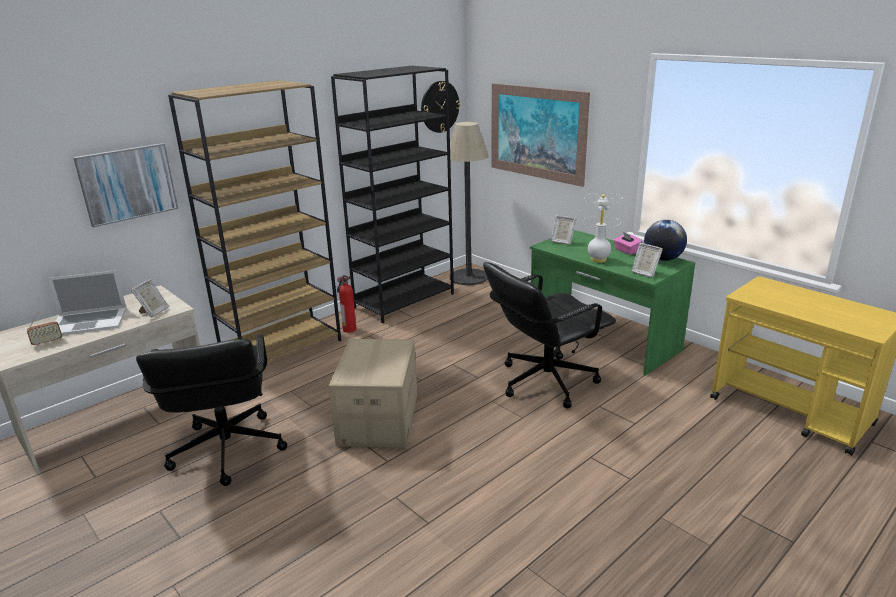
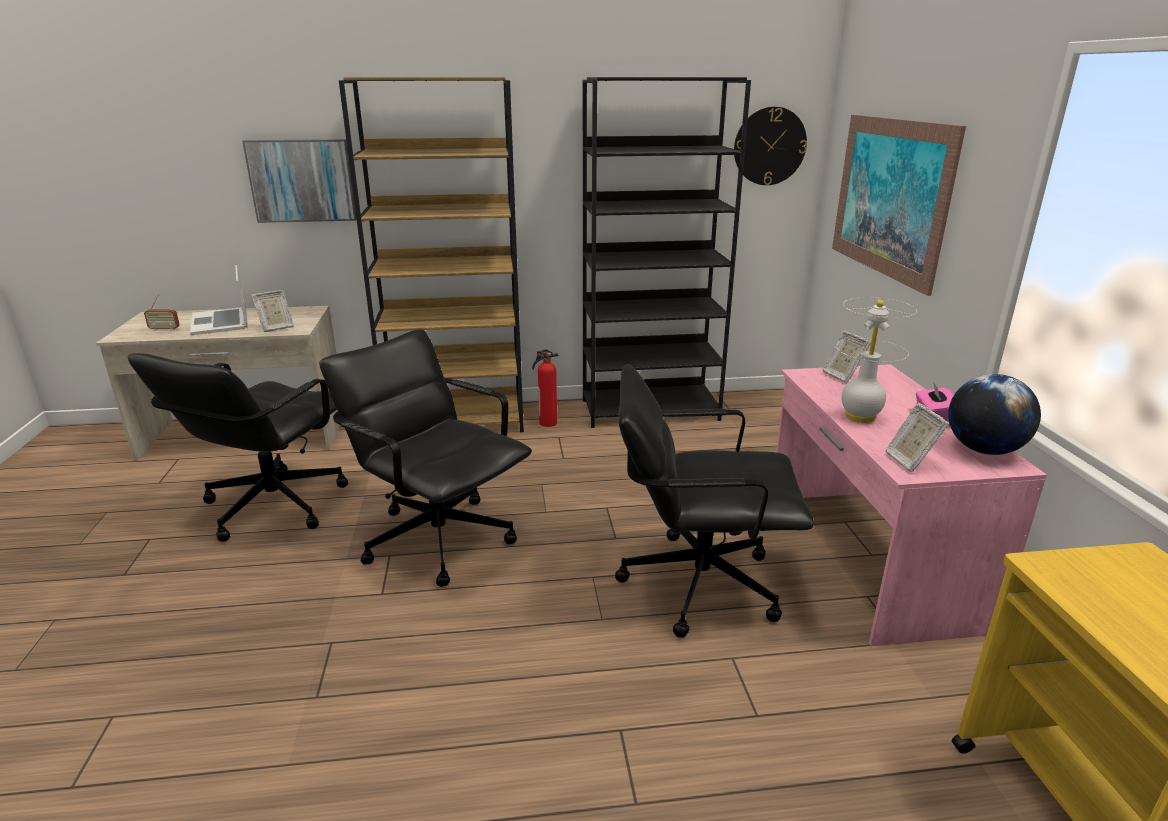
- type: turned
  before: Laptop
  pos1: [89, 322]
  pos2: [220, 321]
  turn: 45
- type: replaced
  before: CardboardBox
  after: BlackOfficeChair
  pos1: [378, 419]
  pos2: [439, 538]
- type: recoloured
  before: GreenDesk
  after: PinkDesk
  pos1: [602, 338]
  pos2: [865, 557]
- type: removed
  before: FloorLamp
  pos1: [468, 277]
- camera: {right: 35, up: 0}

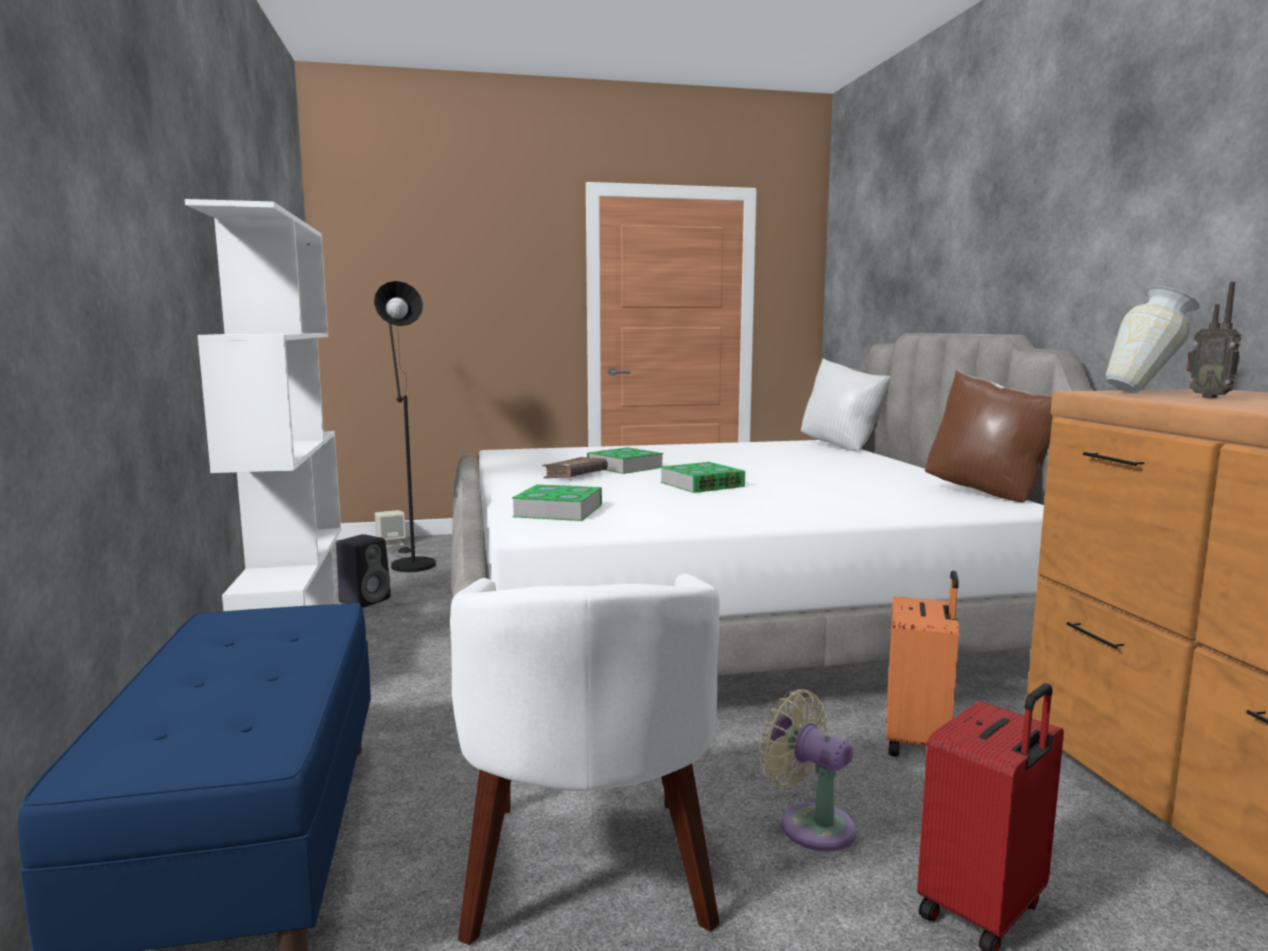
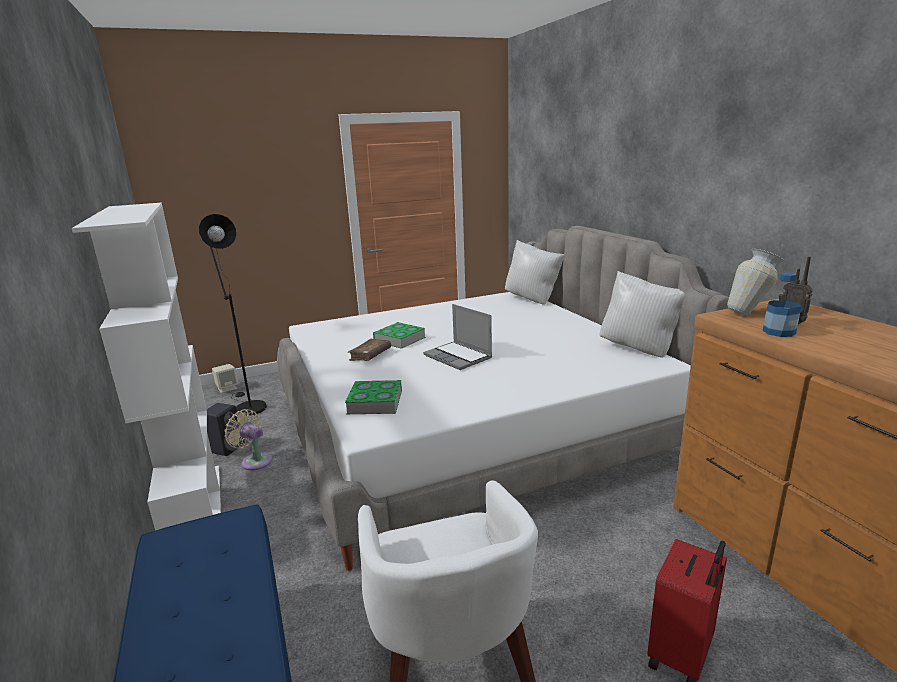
- type: moved
  before: BeigeFan
  pos1: [810, 824]
  pos2: [254, 461]
- type: replaced
  before: Book
  after: Laptop
  pos1: [702, 484]
  pos2: [459, 357]
- type: recoloured
  before: BrownPillow
  after: WhitePillow
  pos1: [989, 494]
  pos2: [639, 349]
- type: added
  after: Bottle
  pos2: [779, 332]
- type: removed
  before: OrangeSuitcase
  pos1: [918, 741]
- camera: {right: -10, up: 10}

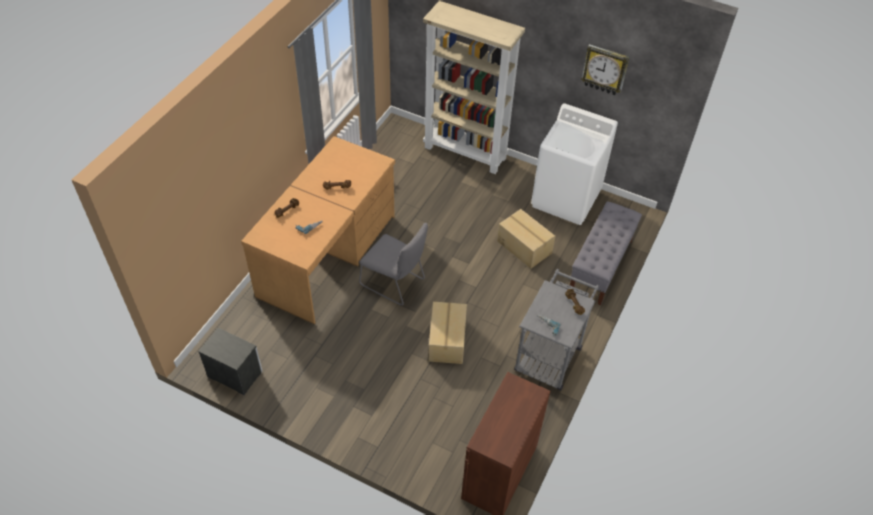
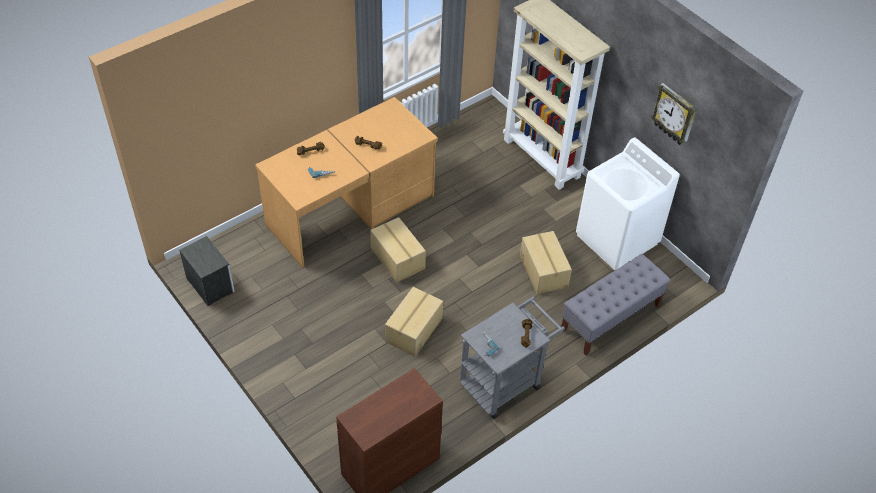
- type: replaced
  before: GreyChair
  after: CardboardBox
  pos1: [395, 283]
  pos2: [397, 259]
- camera: {right: 25, up: 0}

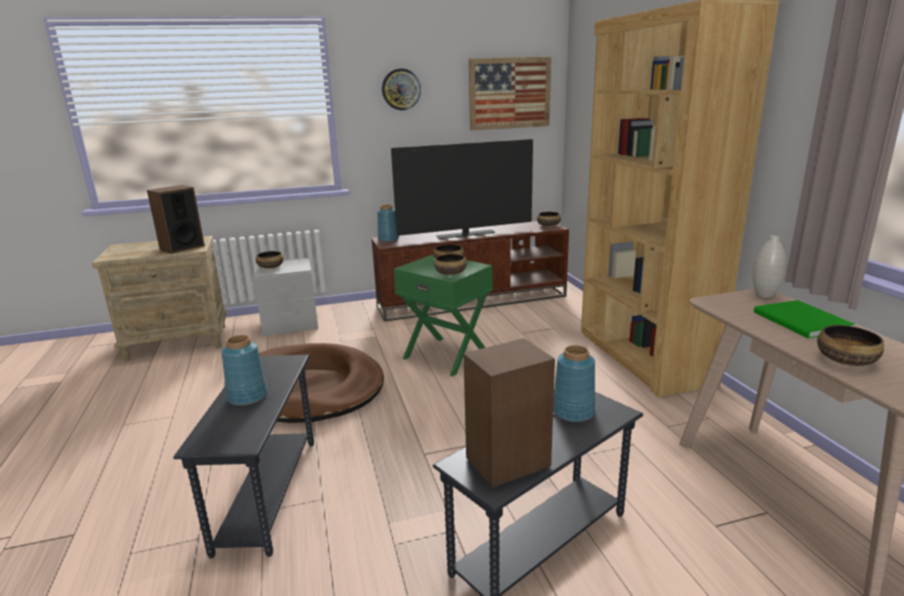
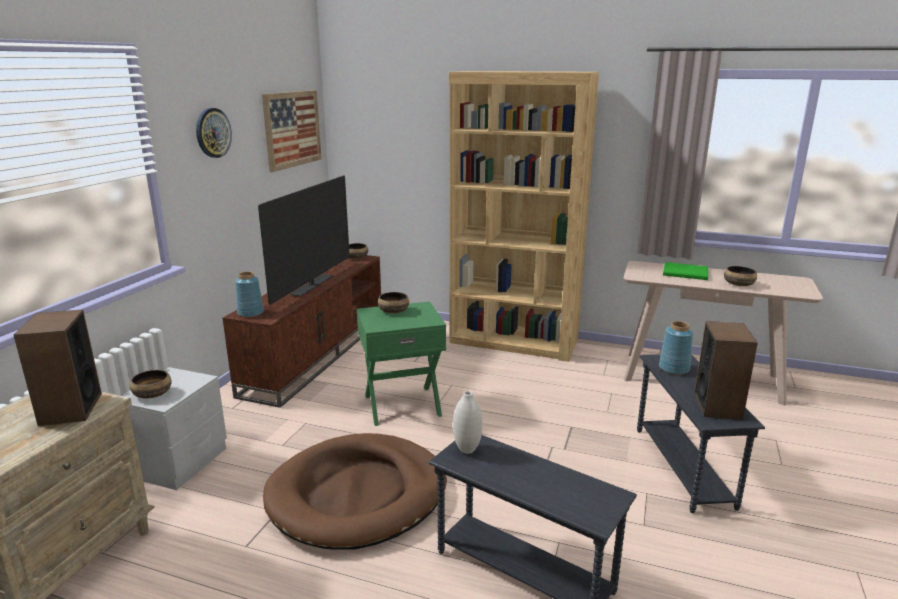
- type: moved
  before: WhiteVase
  pos1: [764, 295]
  pos2: [467, 449]
- type: removed
  before: BlueVase
  pos1: [248, 397]
- type: removed
  before: Bowl
  pos1: [451, 273]
- camera: {right: -55, up: 0}

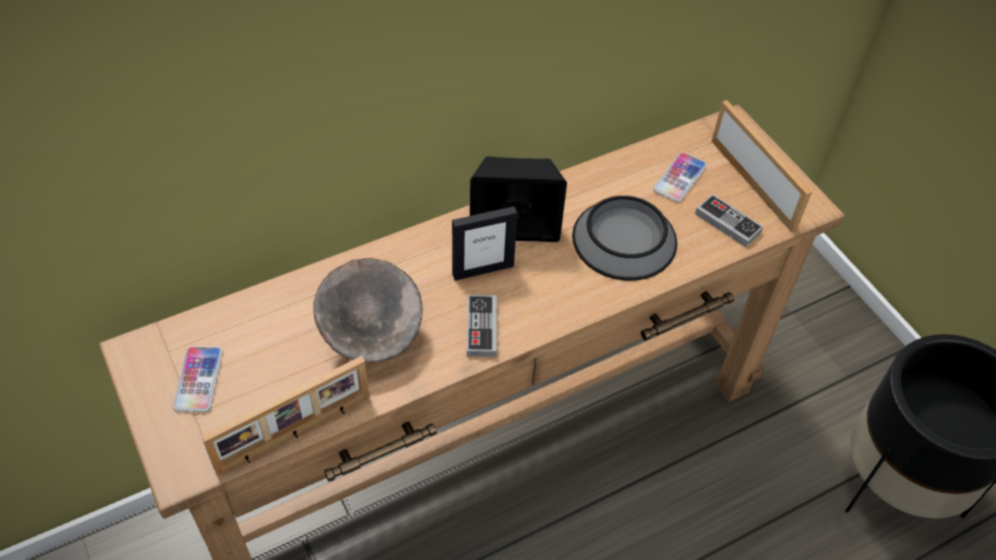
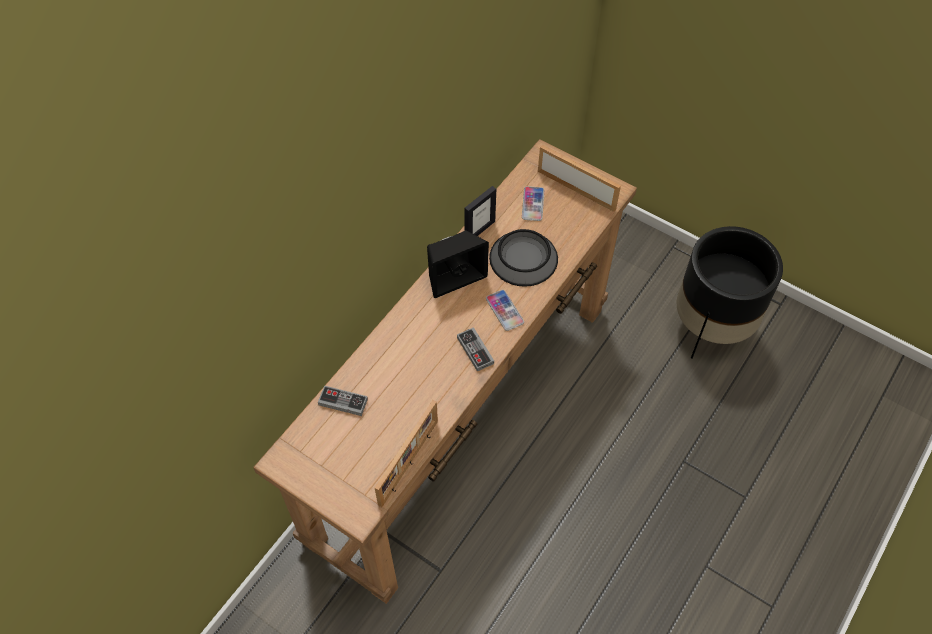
- type: moved
  before: GameController
  pos1: [727, 223]
  pos2: [343, 402]
- type: moved
  before: PictureFrame
  pos1: [482, 270]
  pos2: [479, 230]
- type: moved
  before: Phone
  pos1: [198, 380]
  pos2: [504, 310]
- type: removed
  before: GreyBowl
  pos1: [373, 338]
- camera: {right: -25, up: 5}

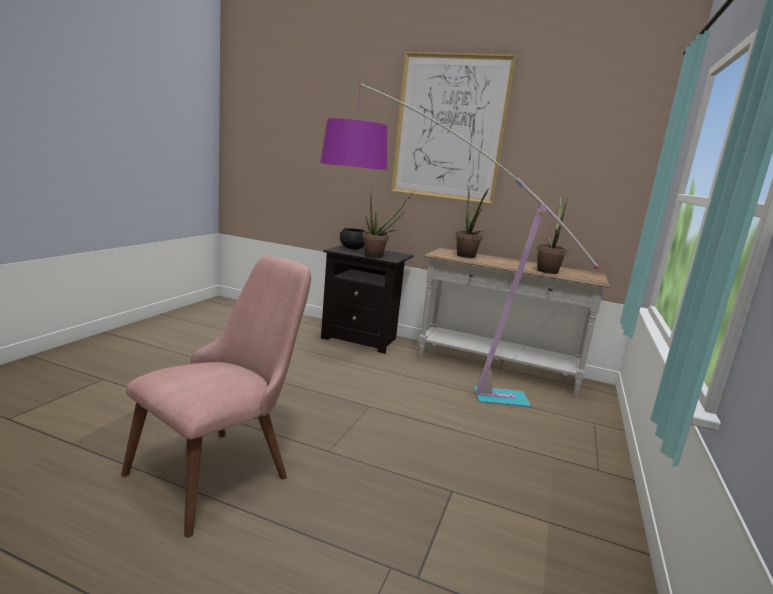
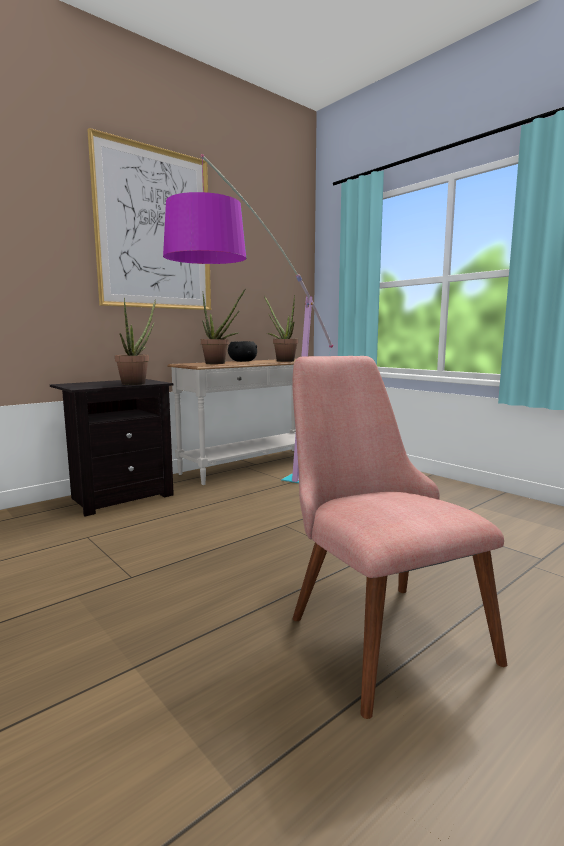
- type: moved
  before: BlackBowl
  pos1: [353, 248]
  pos2: [242, 361]
- camera: {right: -60, up: -5}

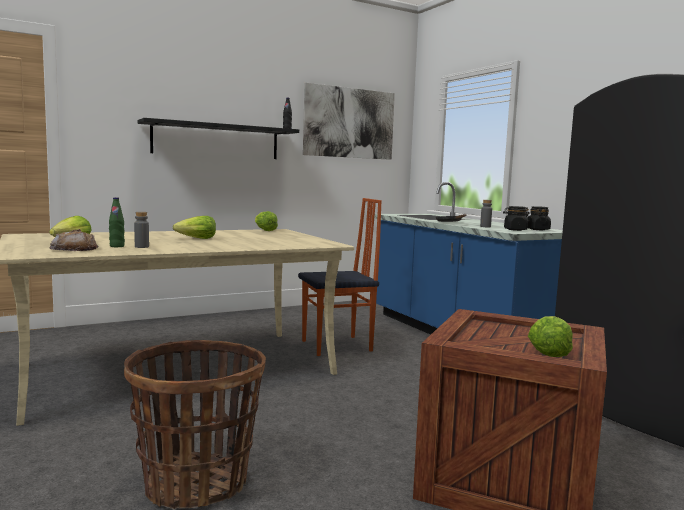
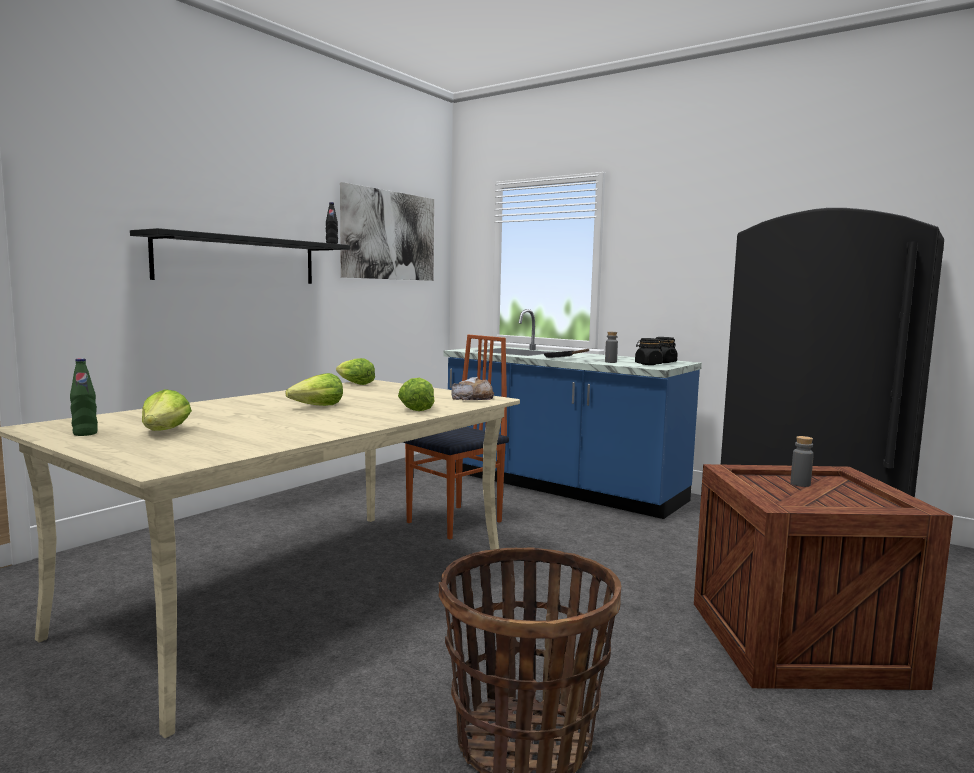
- type: moved
  before: GreenBottle
  pos1: [117, 246]
  pos2: [85, 434]
- type: moved
  before: Lettuce
  pos1: [548, 351]
  pos2: [416, 408]
- type: moved
  before: Bread
  pos1: [74, 249]
  pos2: [472, 398]
- type: moved
  before: GreyBottle
  pos1: [141, 247]
  pos2: [800, 484]
- camera: {right: -25, up: 0}

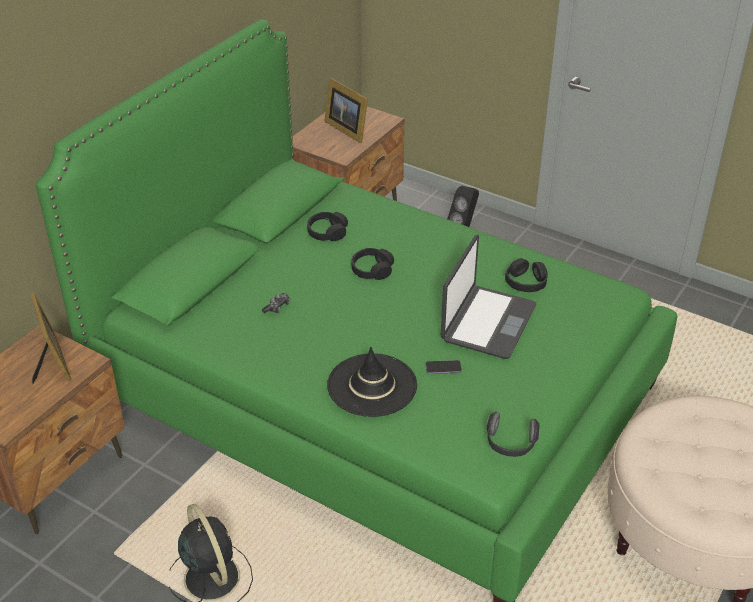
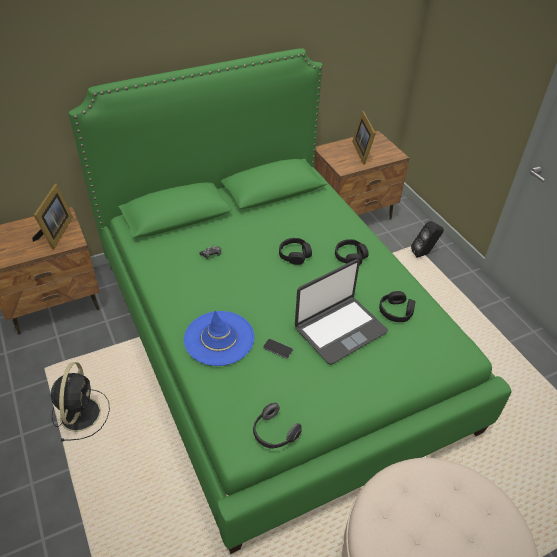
- type: recoloured
  before: BlackHat
  after: BlueHat
  pos1: [372, 385]
  pos2: [219, 338]
- type: moved
  before: BlackHeadphones
  pos1: [327, 232]
  pos2: [350, 256]
- camera: {right: 30, up: 5}

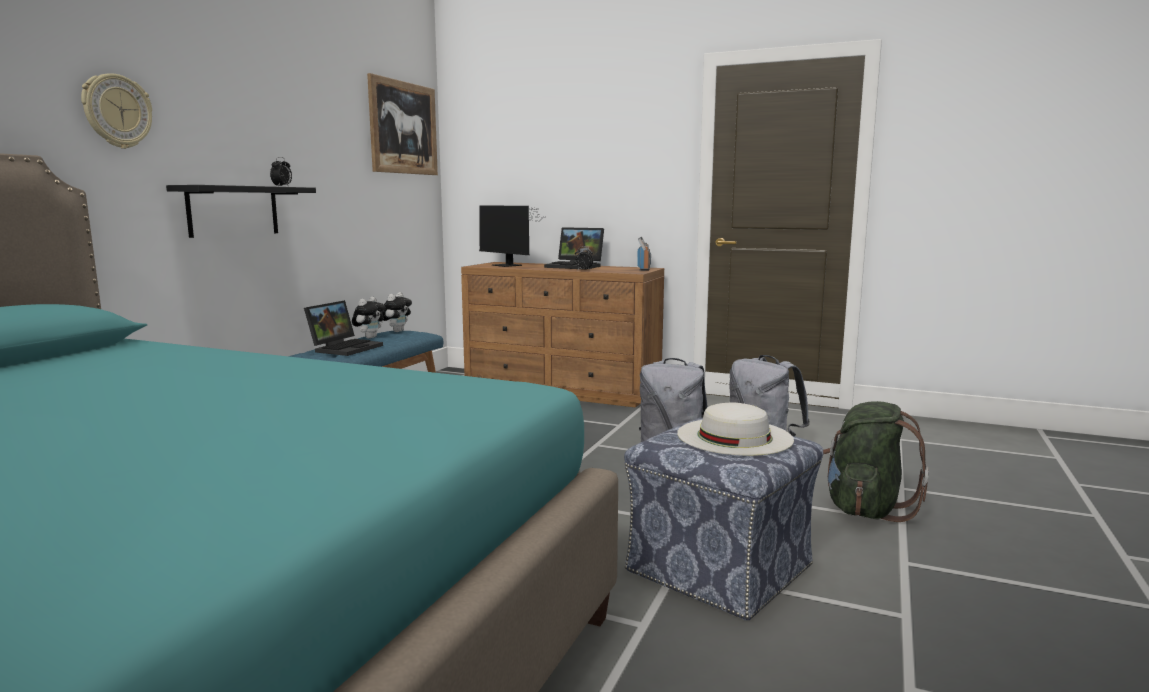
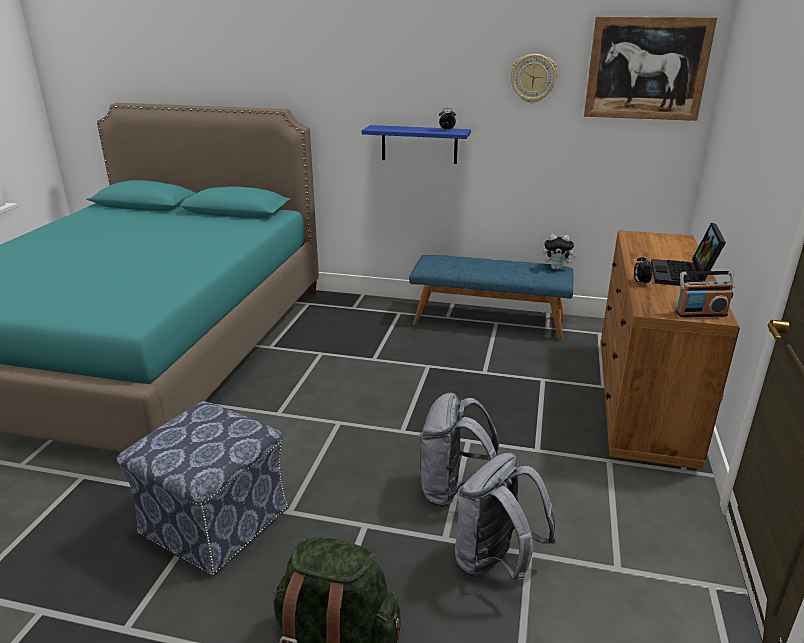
- type: recoloured
  before: BlackShelf
  after: BlueShelf
  pos1: [233, 211]
  pos2: [419, 144]
- type: moved
  before: WallClock
  pos1: [117, 111]
  pos2: [533, 78]
- type: removed
  before: Laptop
  pos1: [345, 348]
- type: removed
  before: PlushToy
  pos1: [370, 337]
- type: removed
  before: Monitor
  pos1: [508, 265]
- type: removed
  before: WhiteHat
  pos1: [734, 436]
- camera: {right: 80, up: 15}

